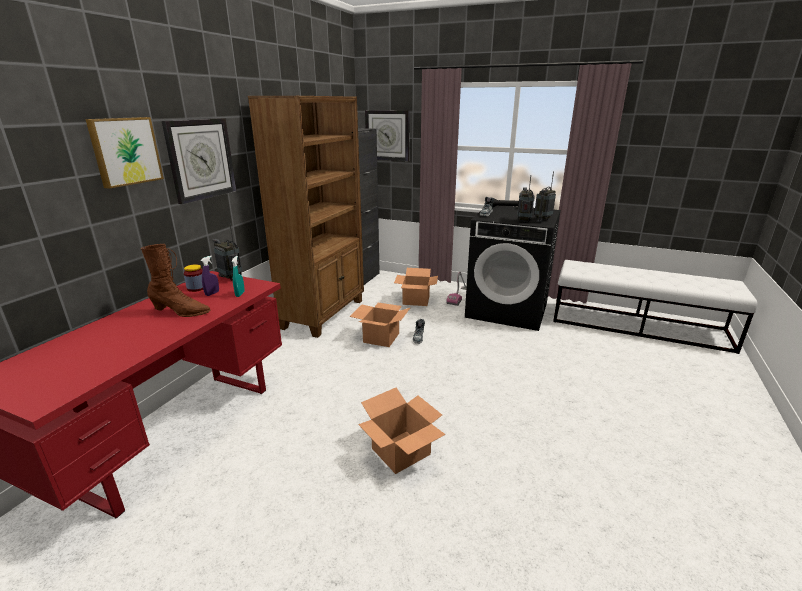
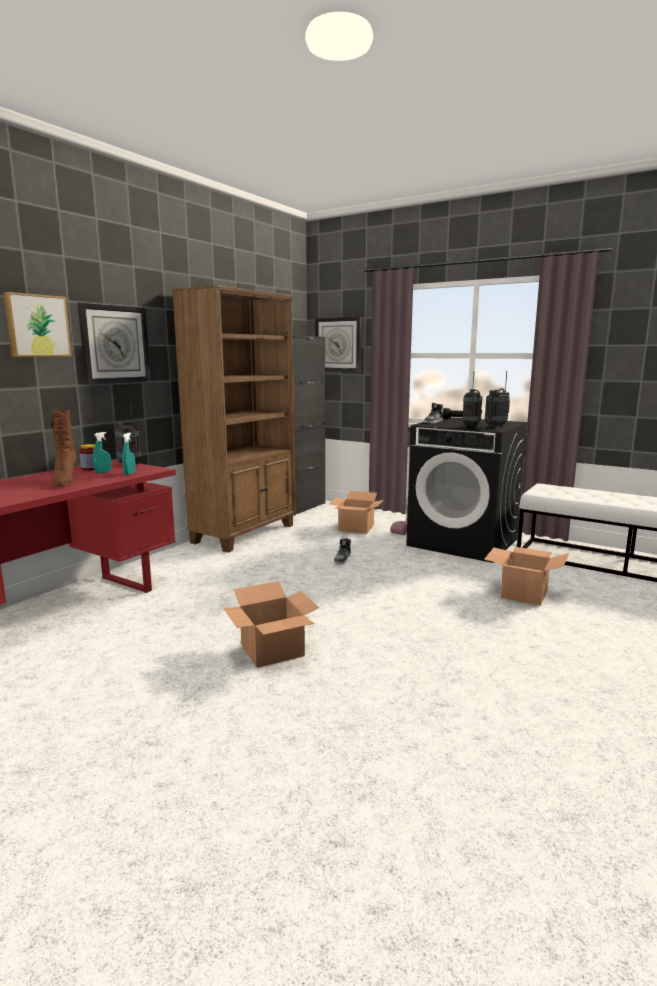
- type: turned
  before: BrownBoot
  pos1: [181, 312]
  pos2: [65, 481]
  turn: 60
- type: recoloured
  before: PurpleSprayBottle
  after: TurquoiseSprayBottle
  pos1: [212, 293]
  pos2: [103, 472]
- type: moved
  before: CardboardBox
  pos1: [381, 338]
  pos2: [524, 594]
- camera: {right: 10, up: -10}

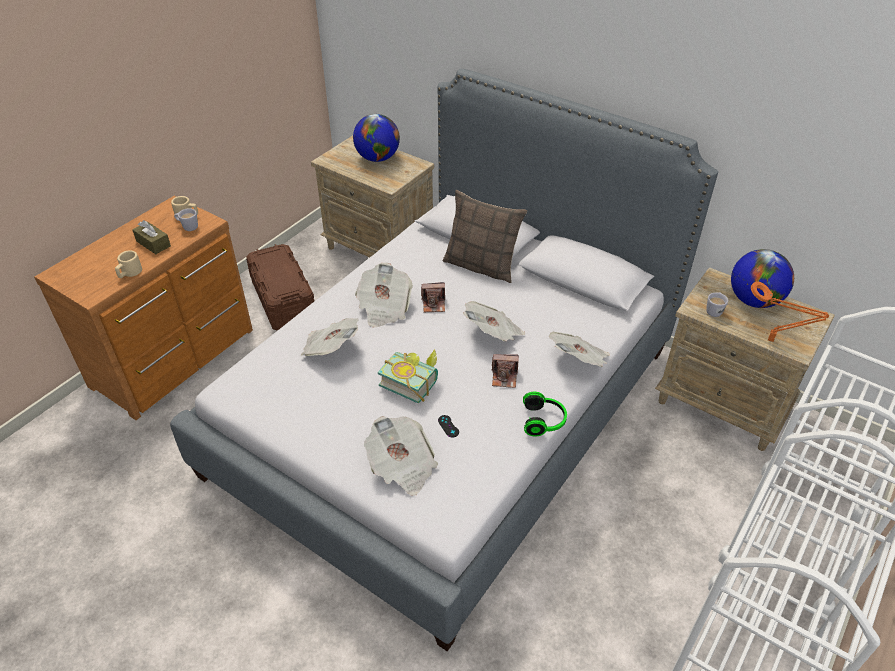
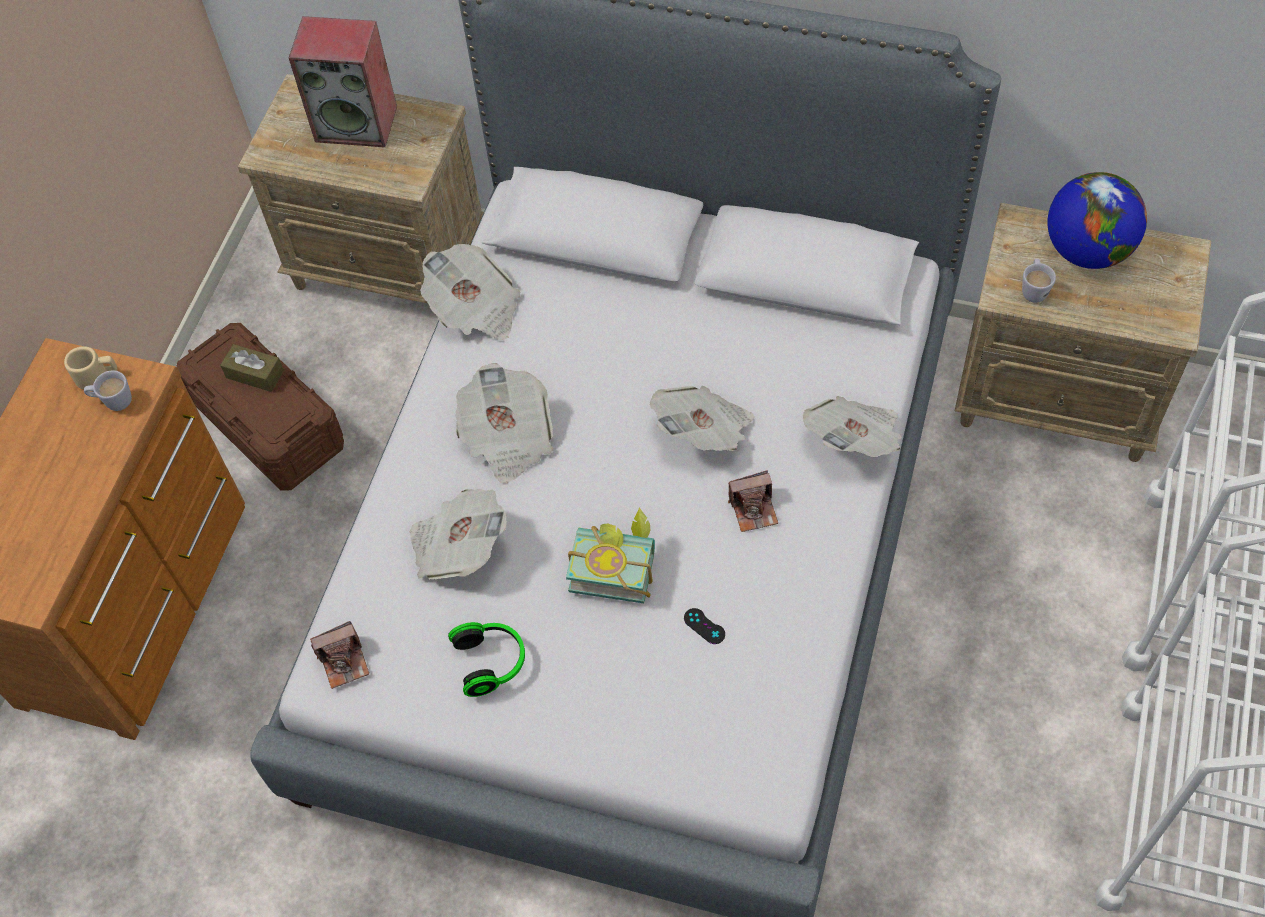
- type: moved
  before: BrownTissueBox
  pos1: [153, 243]
  pos2: [255, 374]
- type: replaced
  before: Globe
  after: Speaker
  pos1: [377, 158]
  pos2: [357, 123]
- type: moved
  before: PhotoCamera
  pos1: [434, 304]
  pos2: [344, 662]
- type: moved
  before: Newspaper
  pos1: [402, 466]
  pos2: [475, 309]
- type: moved
  before: Headphones
  pos1: [544, 421]
  pos2: [492, 662]
- type: removed
  before: BeigeMug
  pos1: [129, 273]
- type: removed
  before: Pillow
  pos1: [481, 265]
- type: removed
  before: OrangeTableLamp
  pos1: [773, 340]
- camera: {right: -15, up: 15}

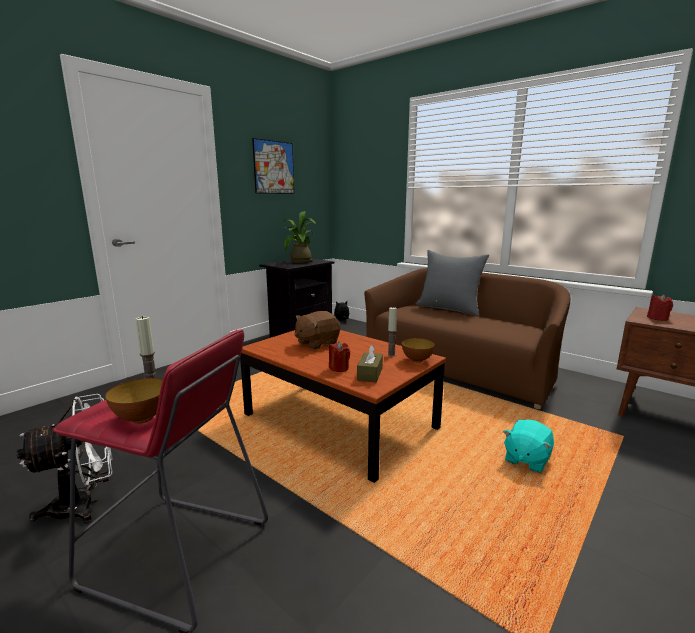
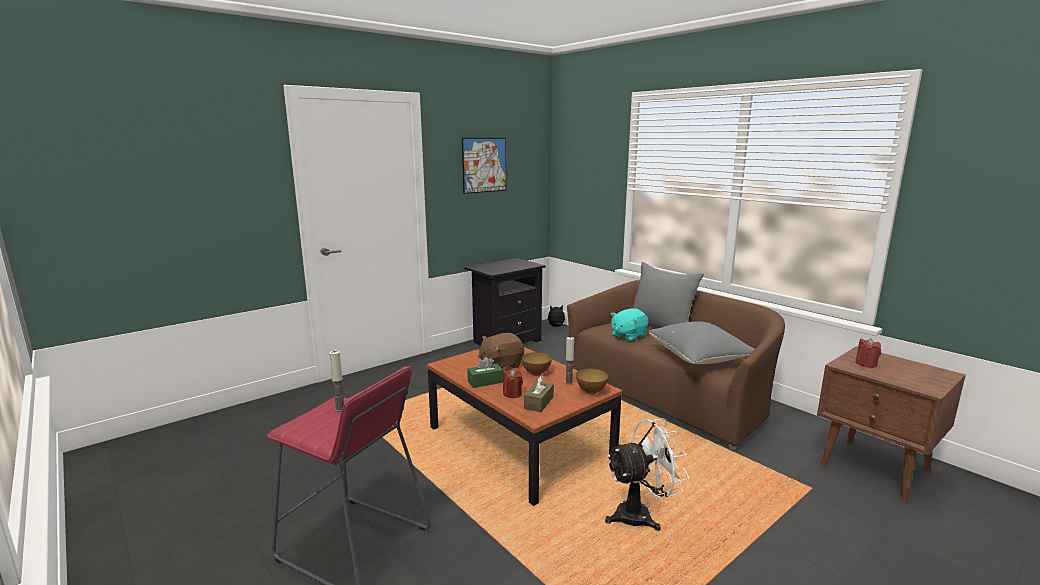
- type: added
  after: GreenTissueBox
  pos2: [485, 382]
- type: moved
  before: Bowl
  pos1: [142, 418]
  pos2: [536, 373]
- type: moved
  before: WhiteFan
  pos1: [84, 504]
  pos2: [641, 515]
- type: moved
  before: TurquoisePlushToy
  pos1: [526, 459]
  pos2: [628, 336]
- type: added
  after: GreyPillow
  pos2: [700, 359]
- type: removed
  before: PottedPlant
  pos1: [299, 262]
- camera: {right: 10, up: 0}

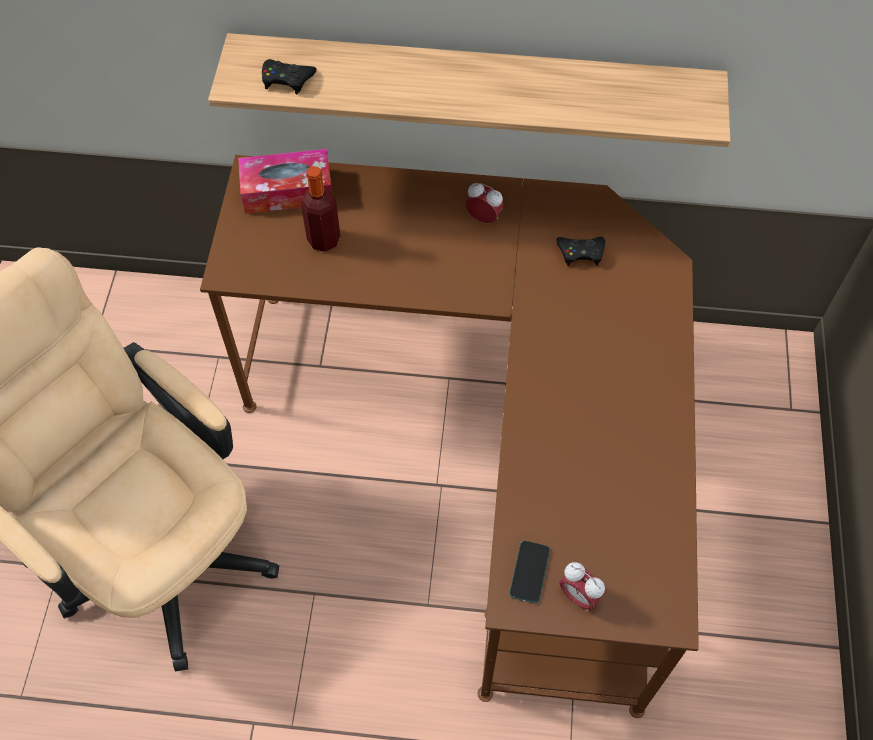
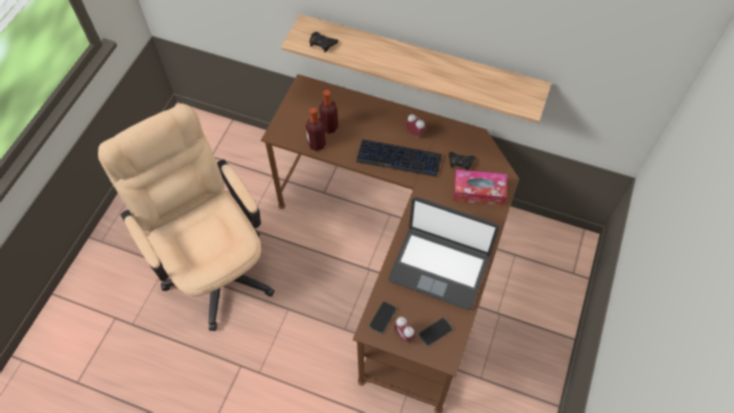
- type: added
  after: Bottle
  pos2: [317, 144]
- type: added
  after: Keyboard
  pos2: [399, 158]
- type: added
  after: Laptop
  pos2: [439, 267]
- type: added
  after: Phone
  pos2: [435, 332]
- type: moved
  before: TissueBox
  pos1: [287, 191]
  pos2: [478, 192]
- camera: {right: 15, up: 0}

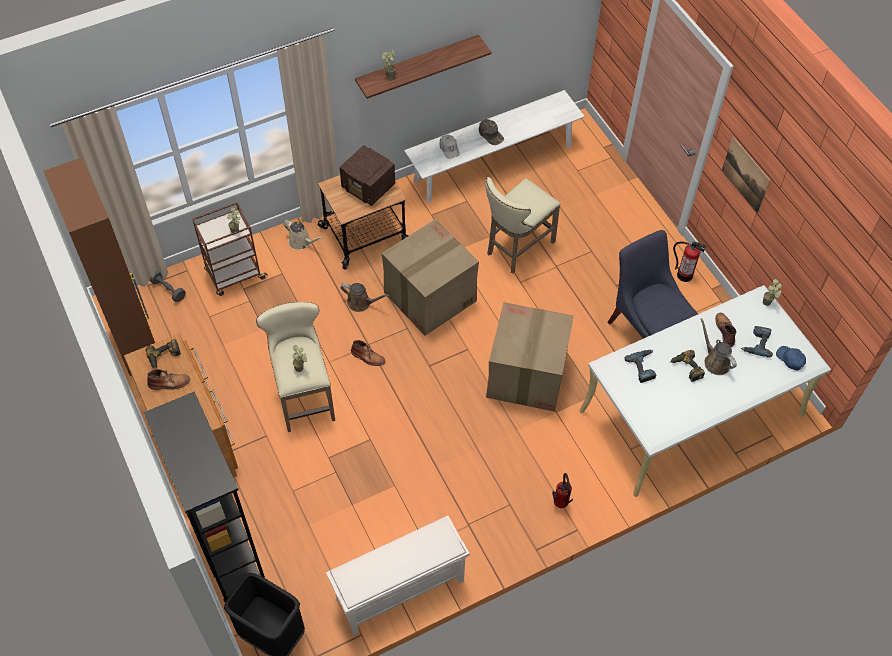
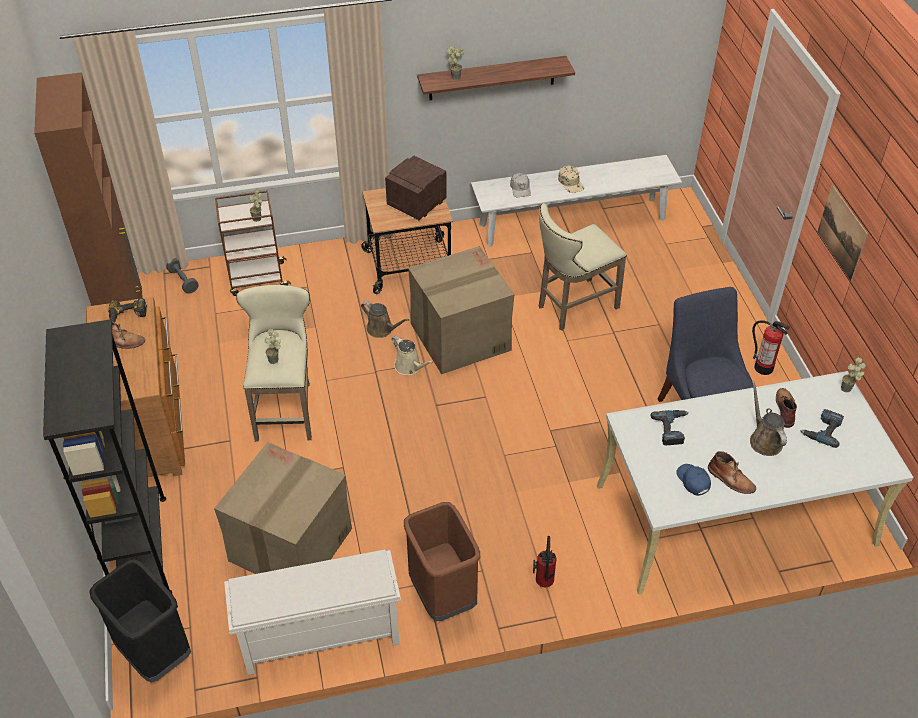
- type: moved
  before: CardboardBox
  pos1: [526, 375]
  pos2: [290, 545]
- type: turned
  before: Radio
  pos1: [369, 187]
  pos2: [415, 204]
  turn: 75
- type: moved
  before: BeigeWateringCan
  pos1: [301, 242]
  pos2: [409, 366]
- type: added
  after: BrownTrashCan
  pos2: [442, 594]
- type: recoloured
  before: GreenCap
  after: BeigeCap
  pos1: [491, 134]
  pos2: [571, 183]
- type: moved
  before: BlueCap
  pos1: [790, 359]
  pos2: [693, 481]
- type: moved
  before: BrownBoot
  pos1: [368, 357]
  pos2: [731, 479]
- type: removed
  before: PowerDrill
  pos1: [686, 368]
- camera: {right: 15, up: -10}

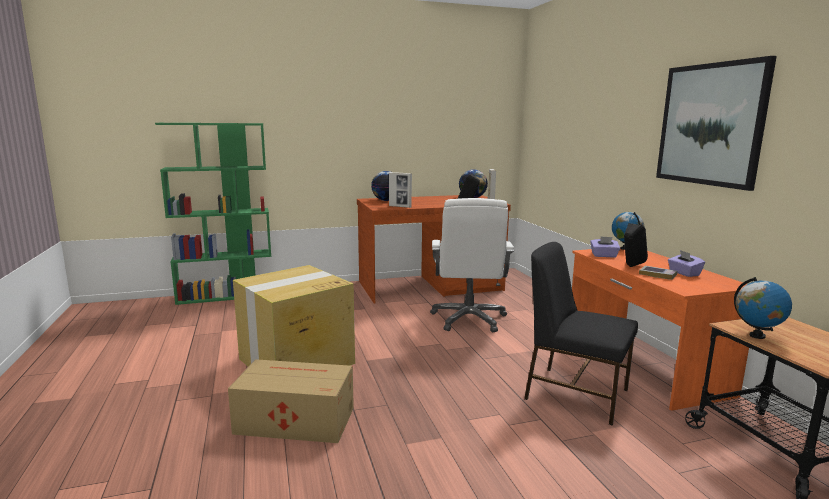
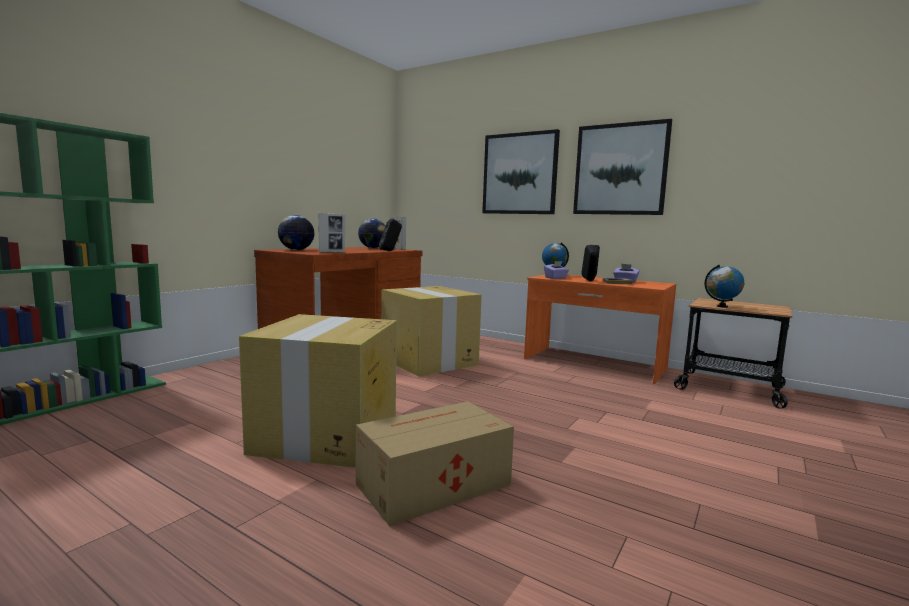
- type: replaced
  before: WhiteOfficeChair
  after: CardboardBox
  pos1: [469, 319]
  pos2: [429, 361]
- type: added
  after: Picture
  pos2: [519, 174]
- type: removed
  before: BlackChair
  pos1: [574, 393]
- camera: {right: -40, up: -5}

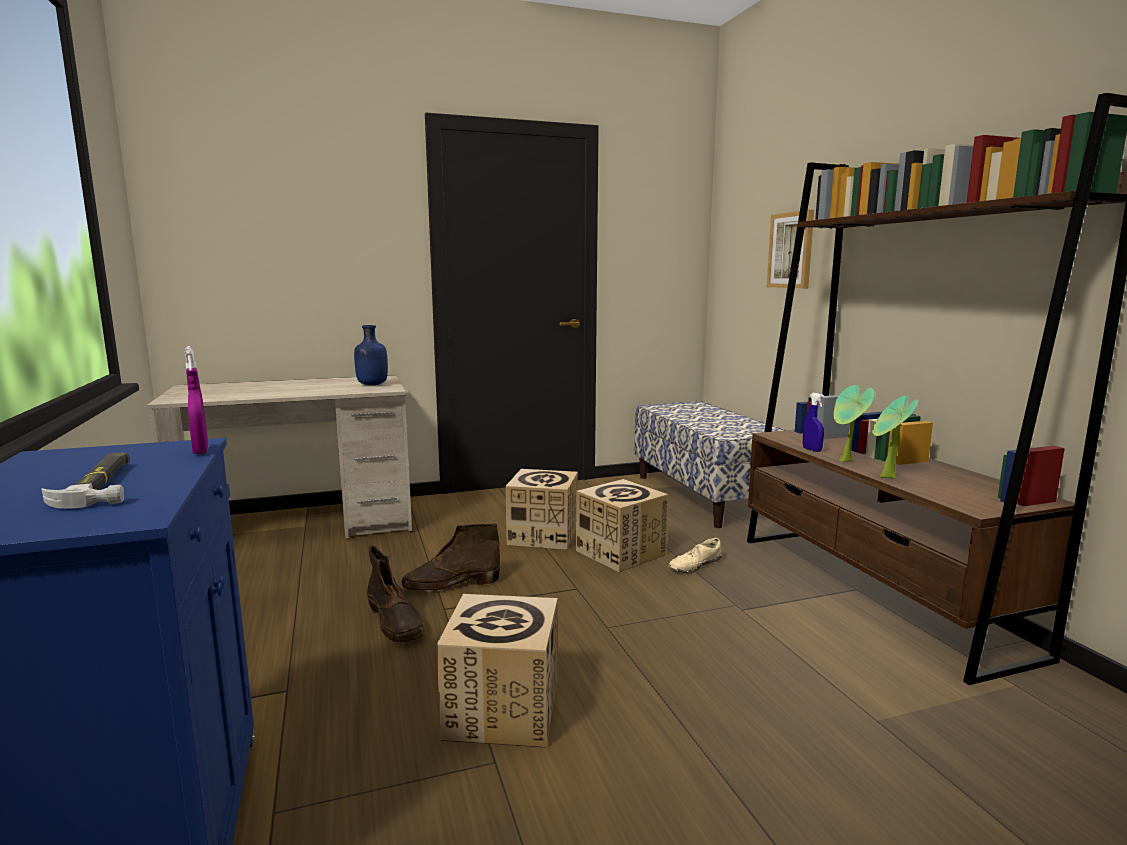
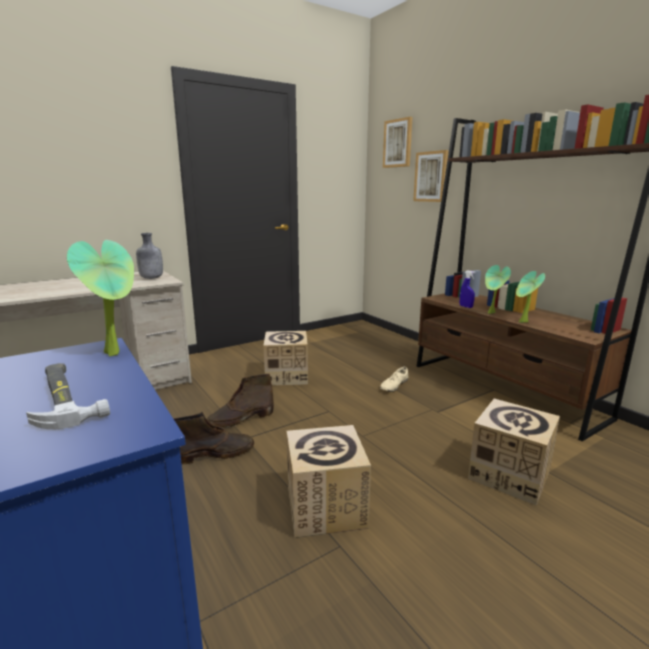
- type: replaced
  before: PurpleSprayBottle
  after: PottedPlant
  pos1: [201, 451]
  pos2: [117, 353]
- type: recoloured
  before: BlueBottle
  after: GreyBottle
  pos1: [372, 385]
  pos2: [151, 278]
- type: turned
  before: BrownBoot
  pos1: [395, 622]
  pos2: [215, 453]
  turn: -60
- type: added
  after: Picture
  pos2: [398, 143]
- type: moved
  before: CardboardBox
  pos1: [620, 553]
  pos2: [509, 474]
- type: removed
  before: Bench
  pos1: [705, 496]
- camera: {right: -15, up: 5}

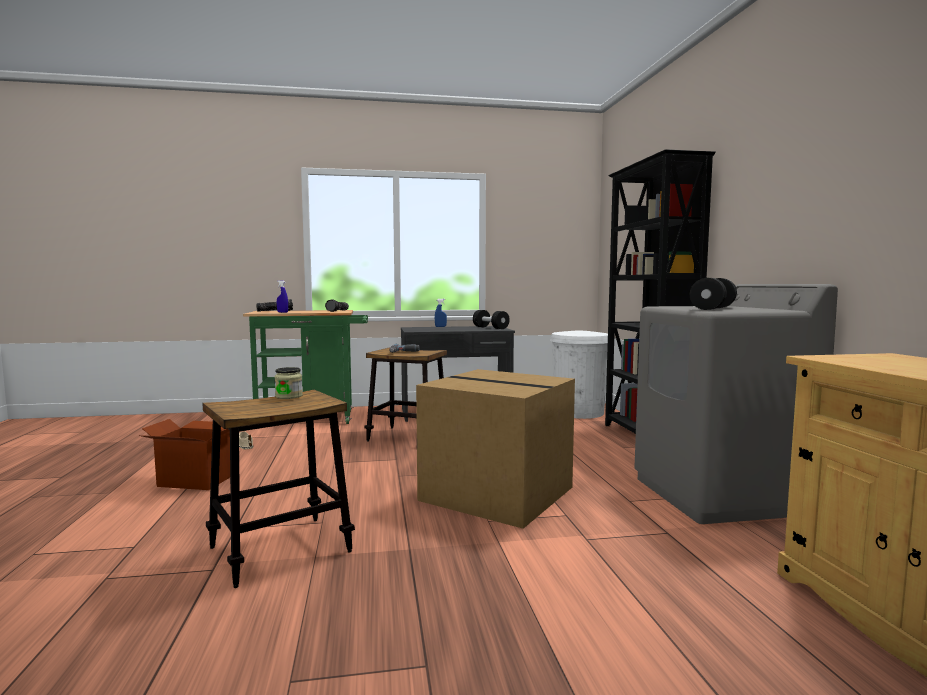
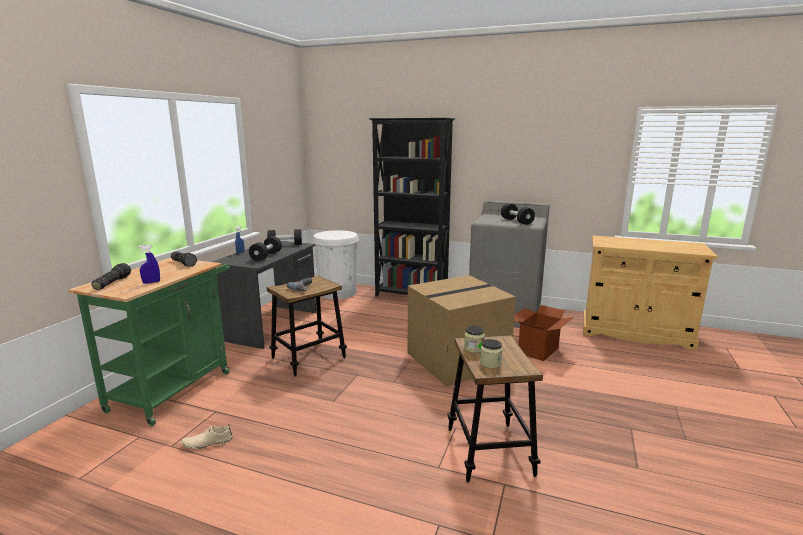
- type: added
  after: BlackDumbbell
  pos2: [266, 256]
- type: added
  after: Jar
  pos2: [490, 363]
- type: moved
  before: CardboardBox
  pos1: [196, 480]
  pos2: [537, 350]
- camera: {right: -60, up: 10}

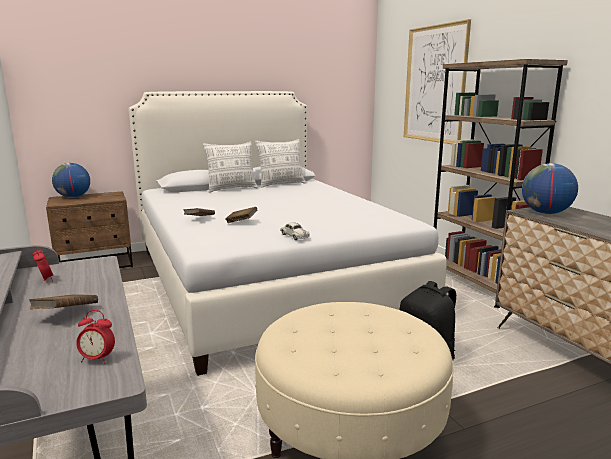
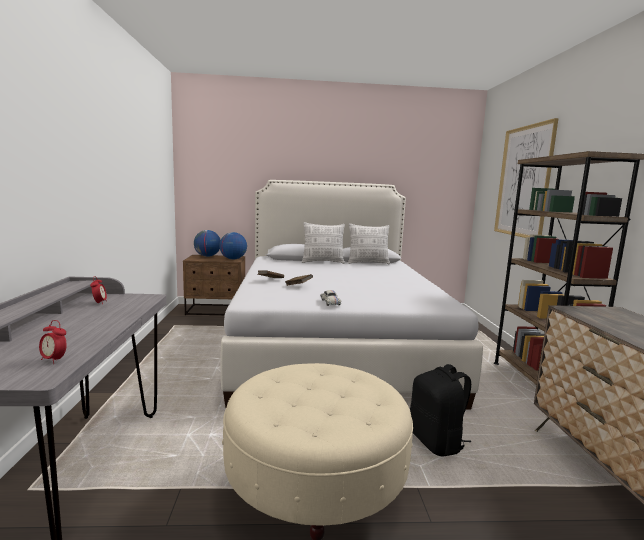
- type: moved
  before: Globe
  pos1: [545, 213]
  pos2: [233, 259]
- type: removed
  before: BrownBook
  pos1: [66, 314]
- camera: {right: 20, up: -5}

